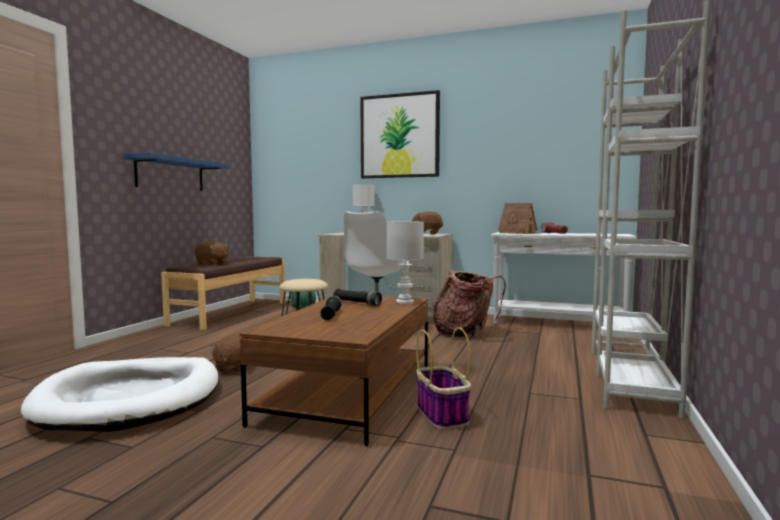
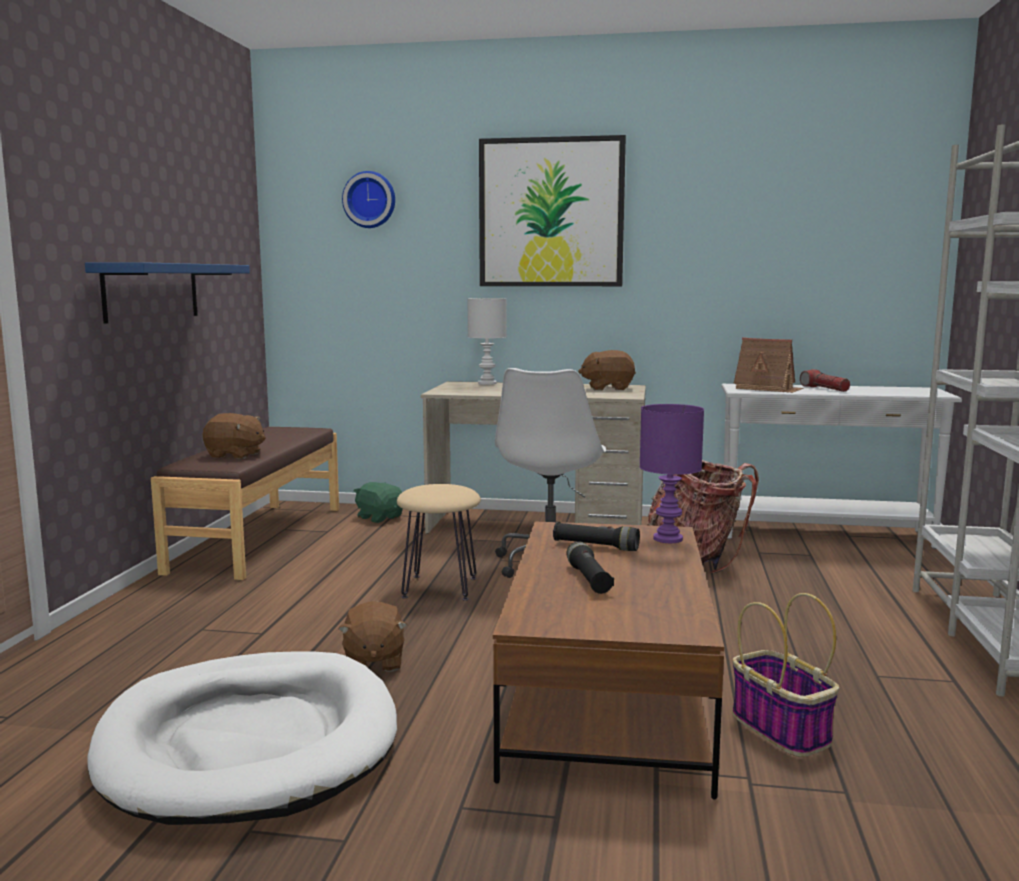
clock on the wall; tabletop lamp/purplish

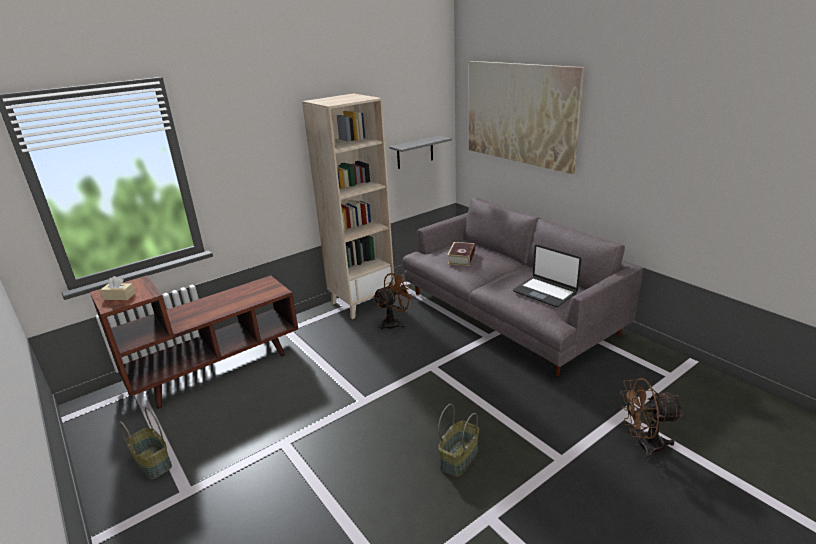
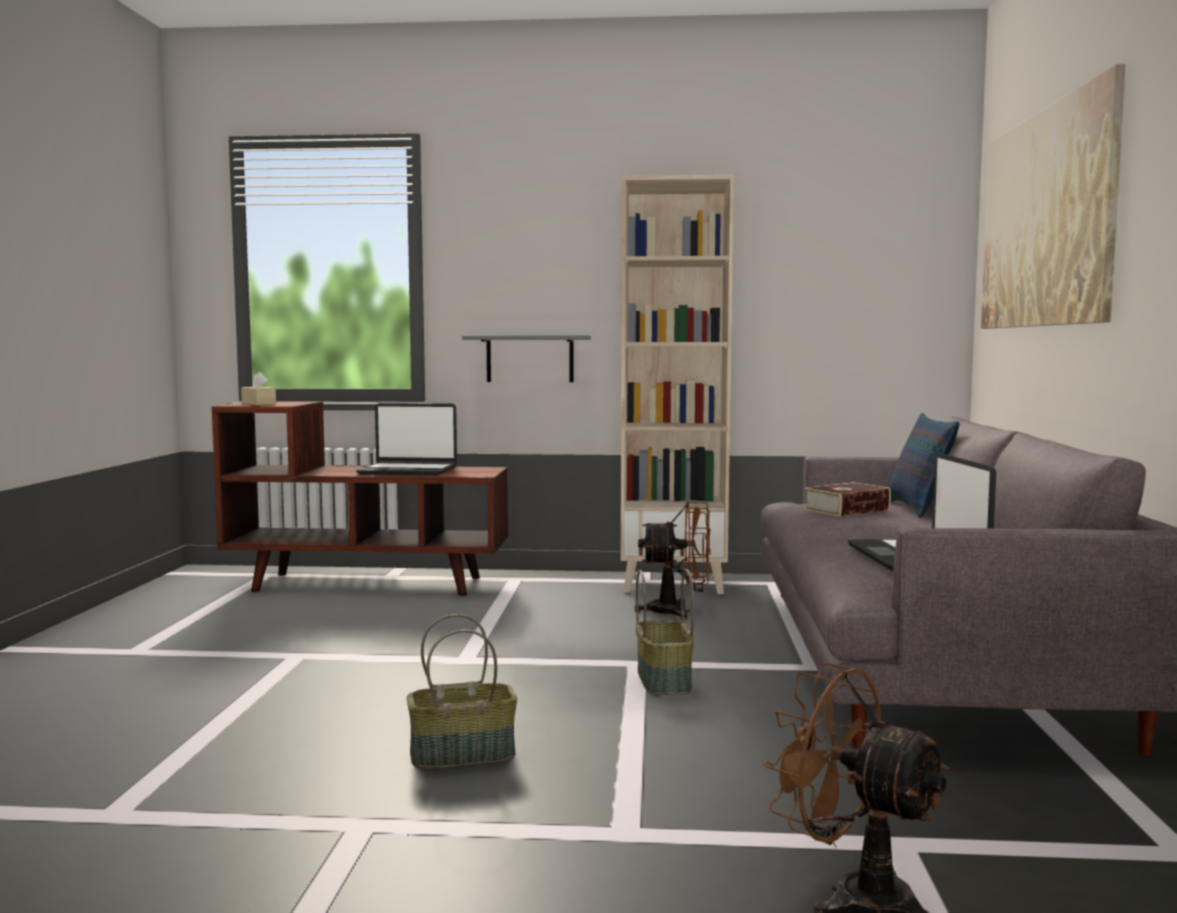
notebook computer (1st from left); throw pillow/bluish; household basket (2nd from left); bracket shelf/grey

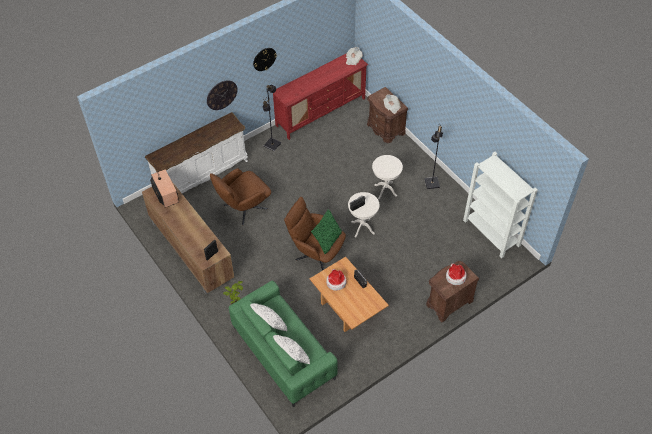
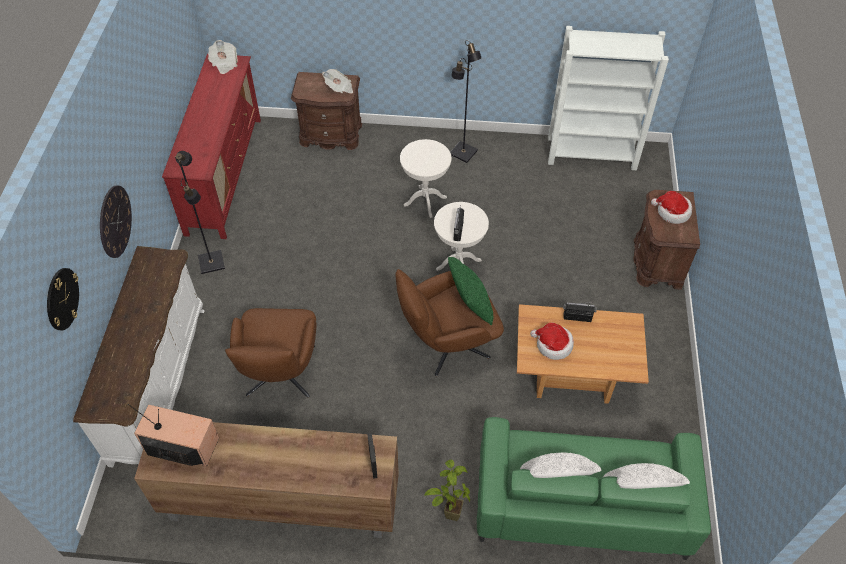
clock on the wall (1st from left)

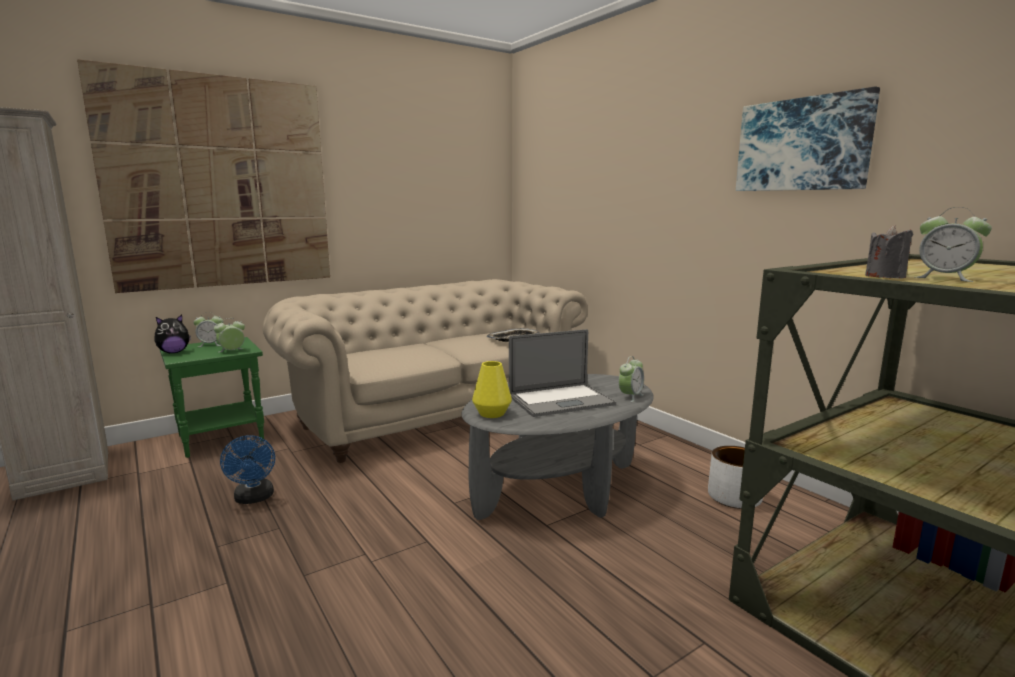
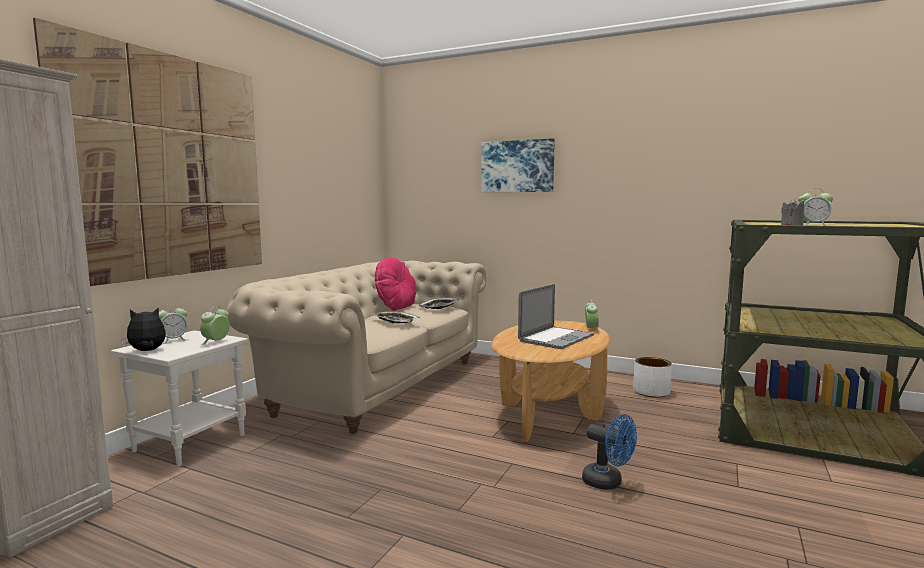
flower vase/yellow; carrying tray (1st from left); throw pillow/pink-coloured; fan/bluish; wall picture (2nd from left); accent table/white; lounge table/brown; soft toy

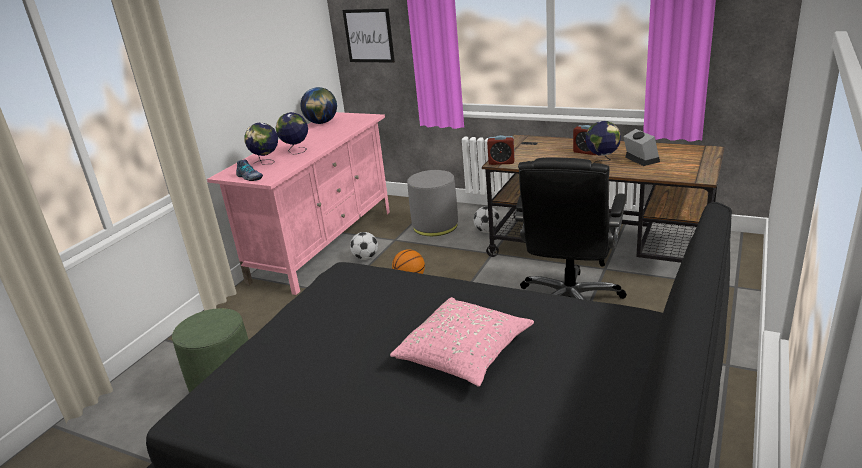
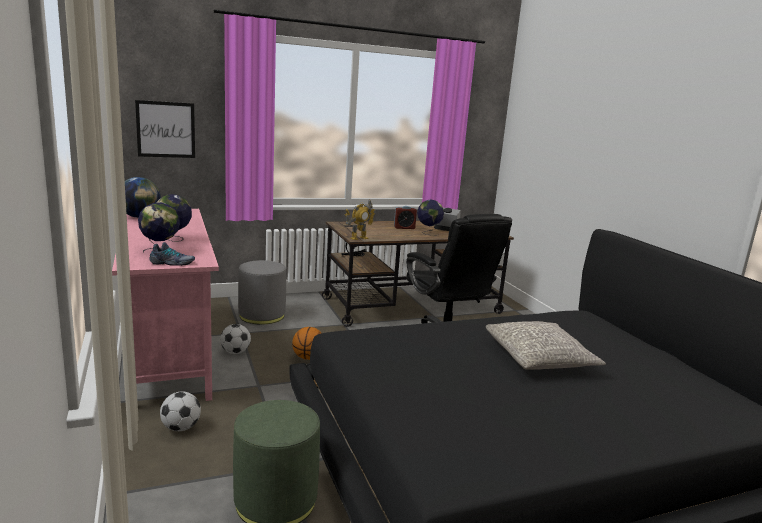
ball for football (1st from left); model robot; throw pillow/grey

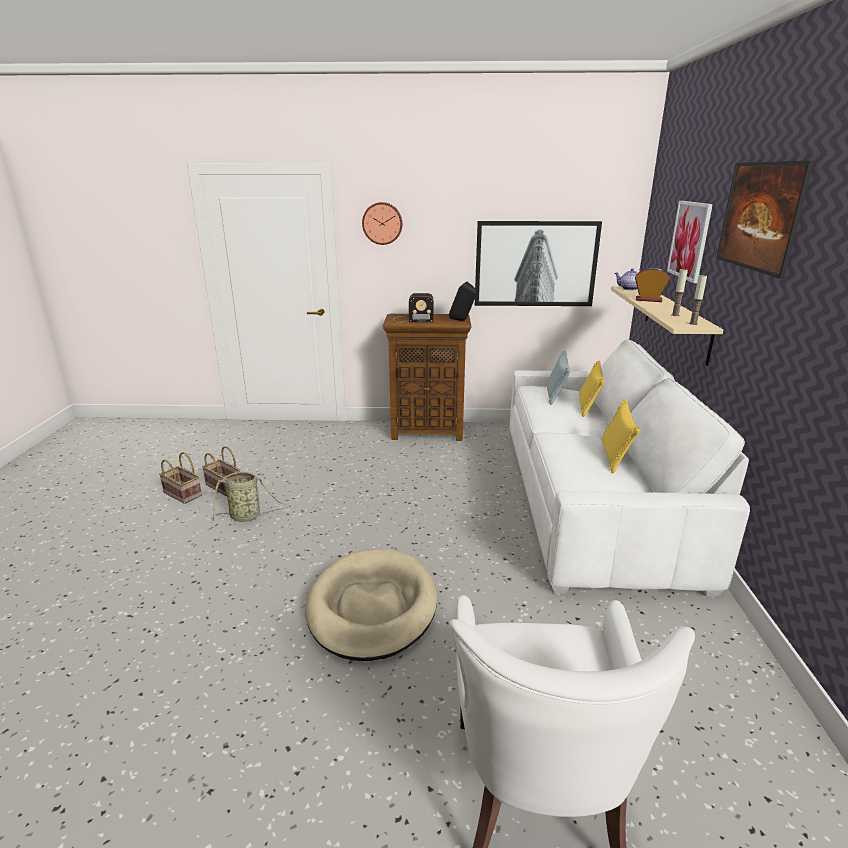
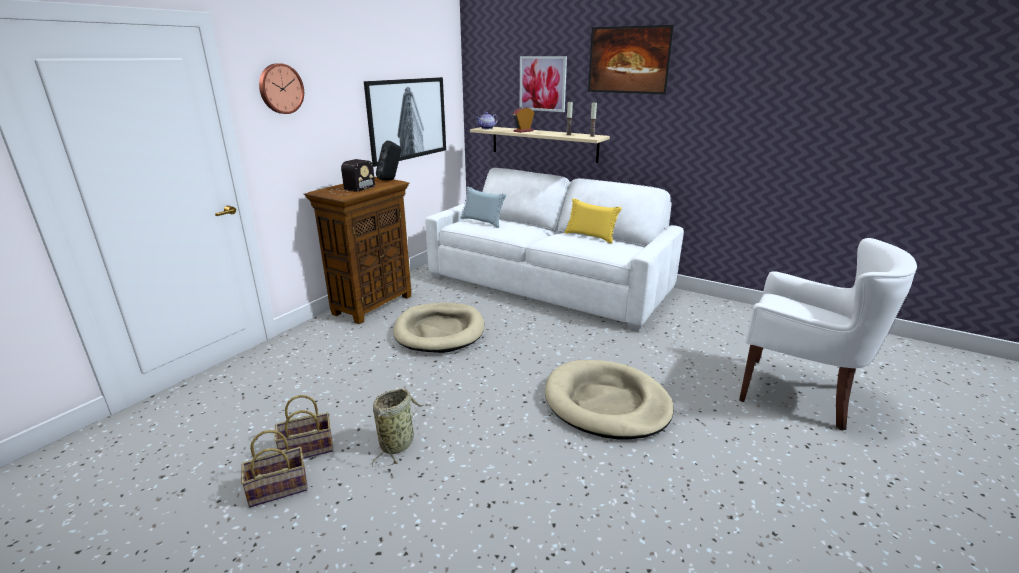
throw pillow/yellow (1st from left in the first image); dog cushion/beige-coloured (1st from left)

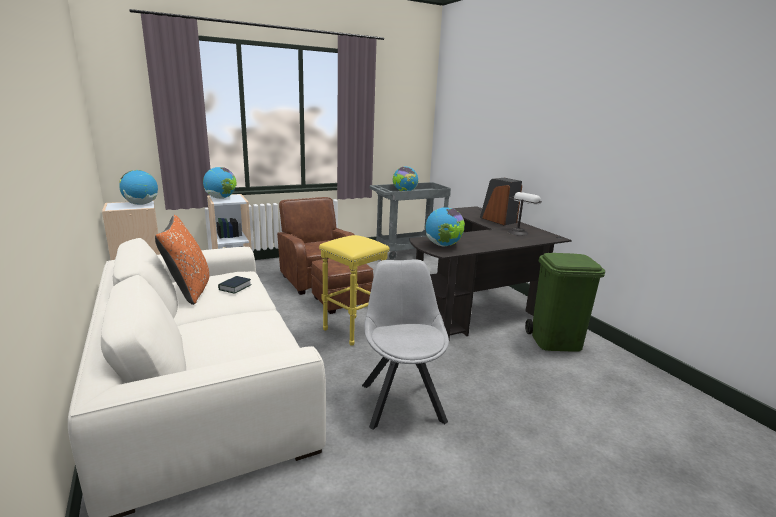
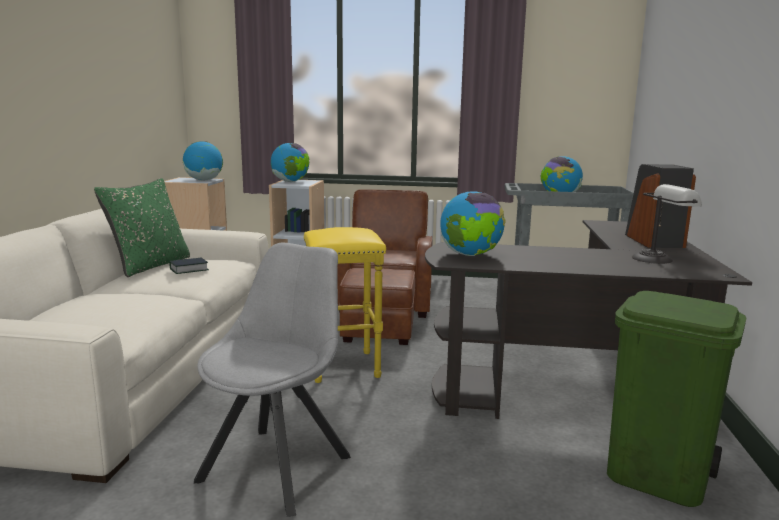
throw pillow/greenish

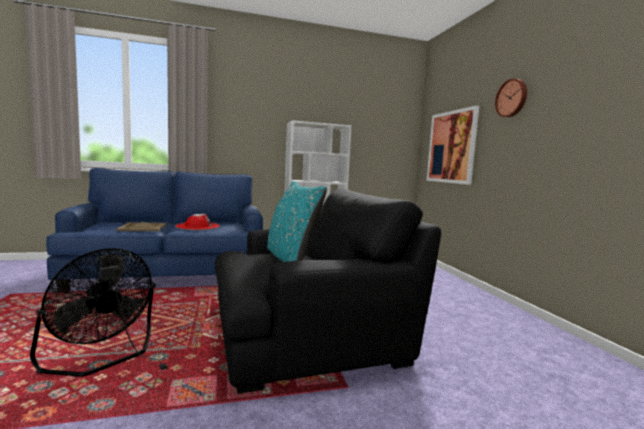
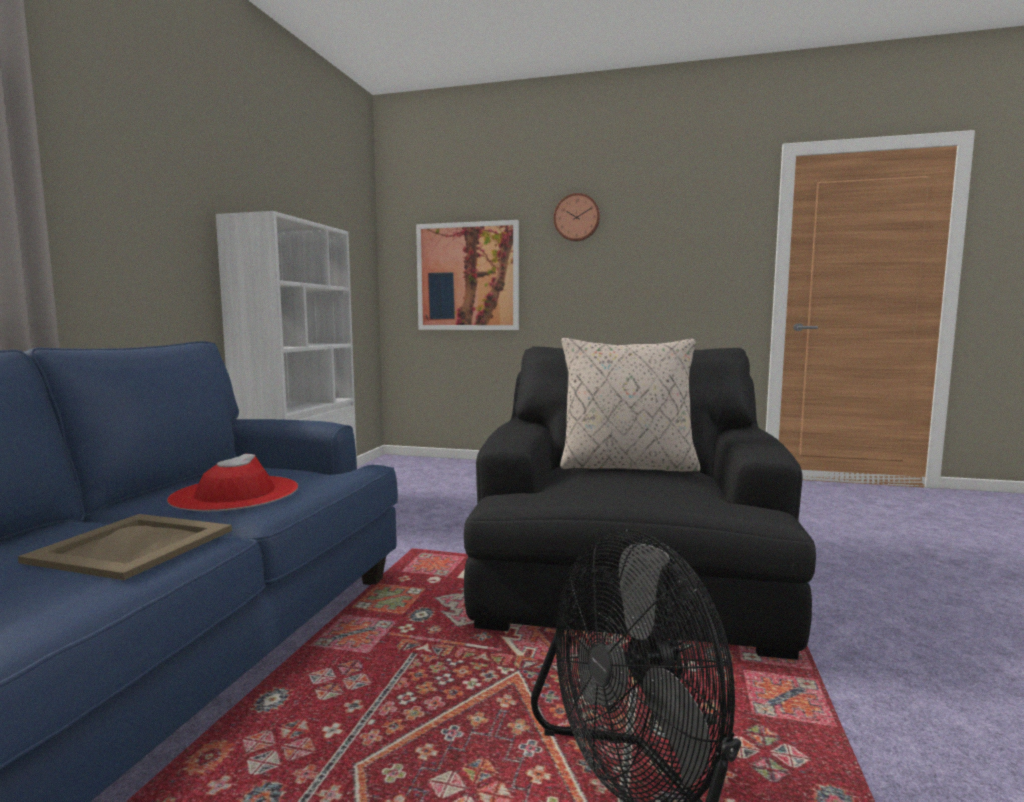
throw pillow/beige-coloured

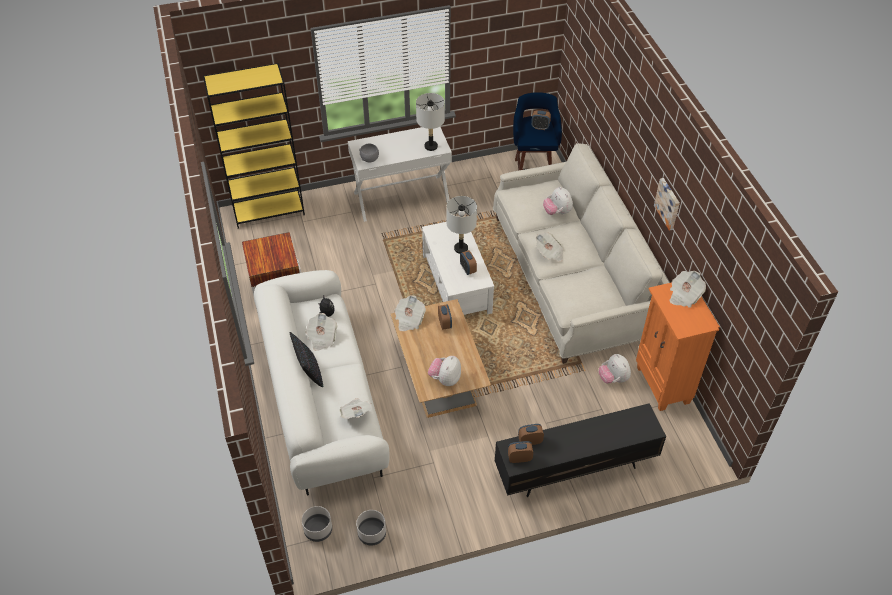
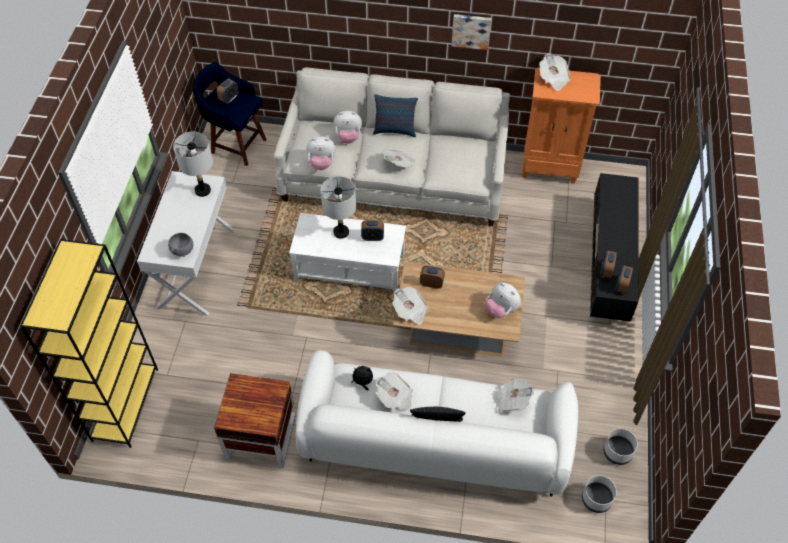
throw pillow/bluish; soft toy (1st from left)

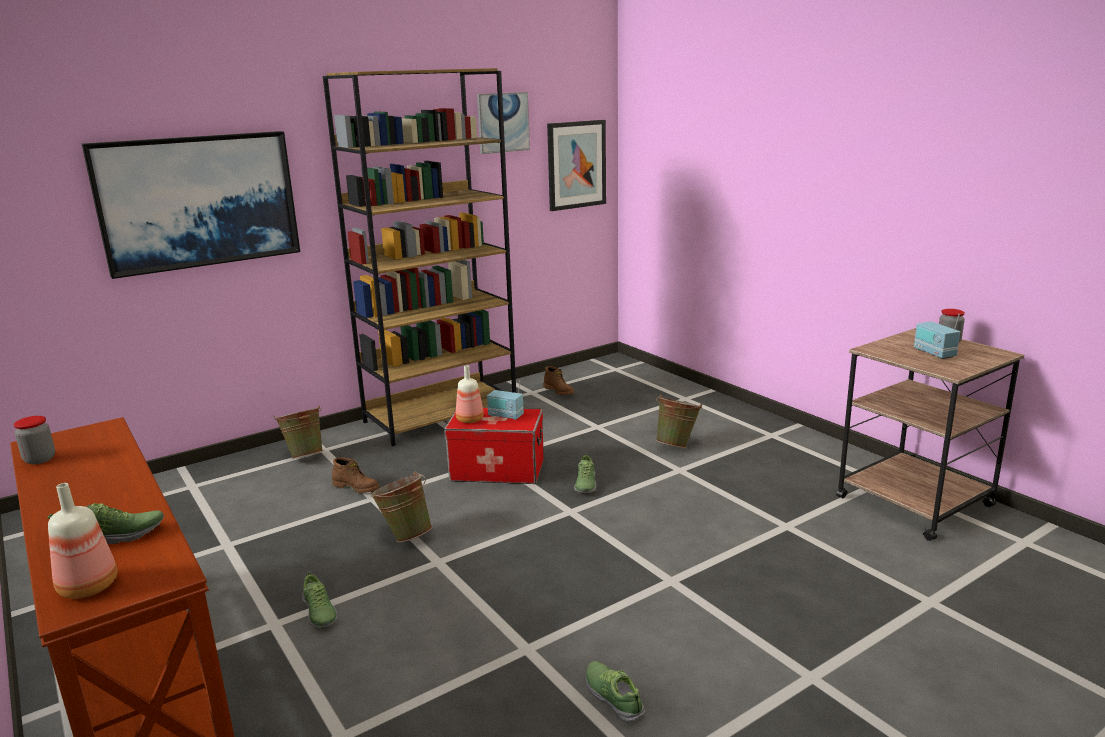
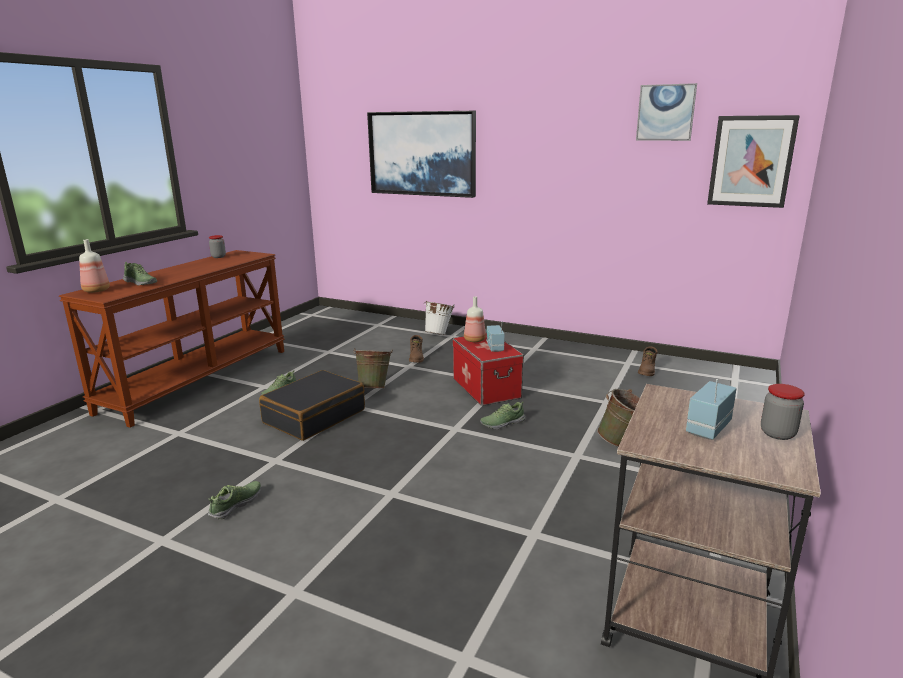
bookcase/brown; suitcase/black; water bucket/white

